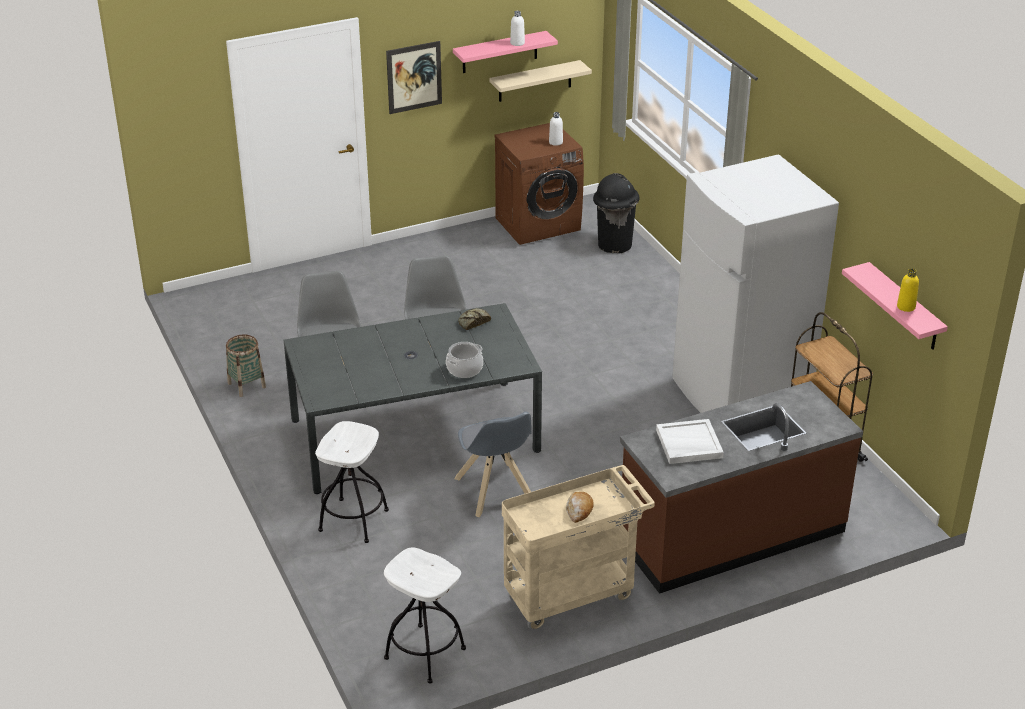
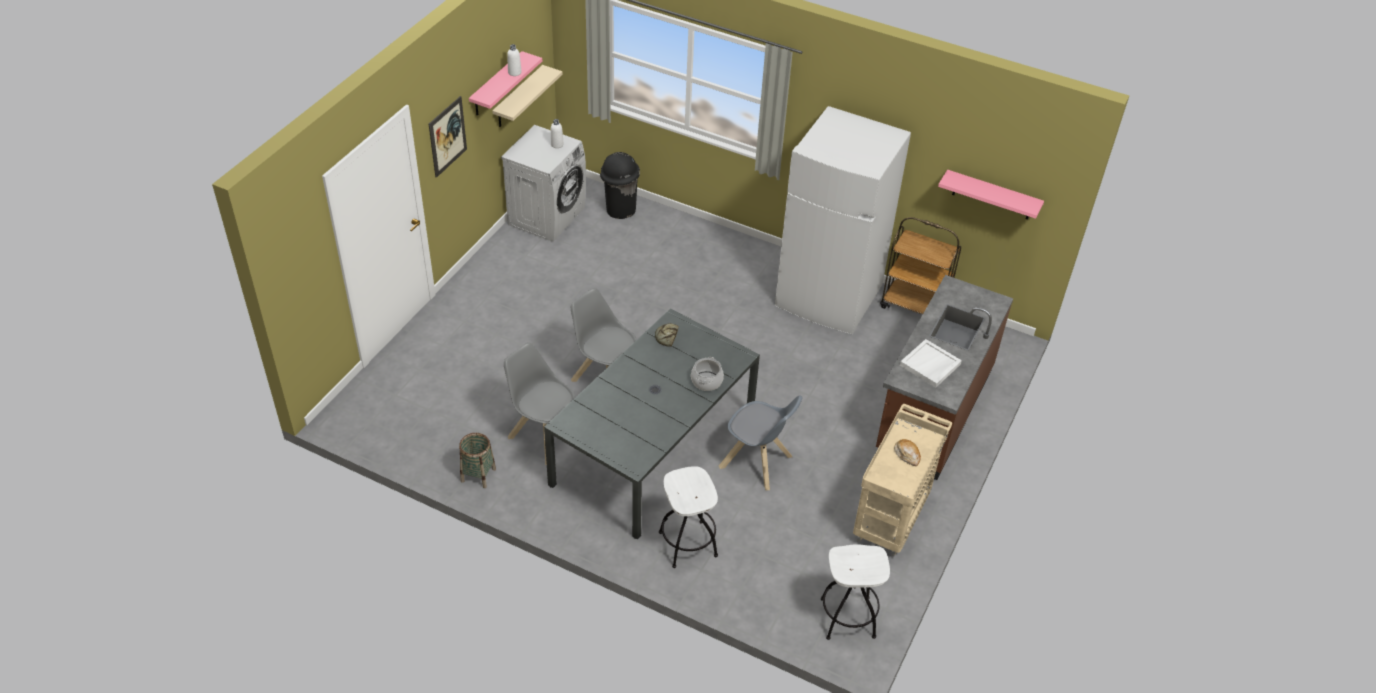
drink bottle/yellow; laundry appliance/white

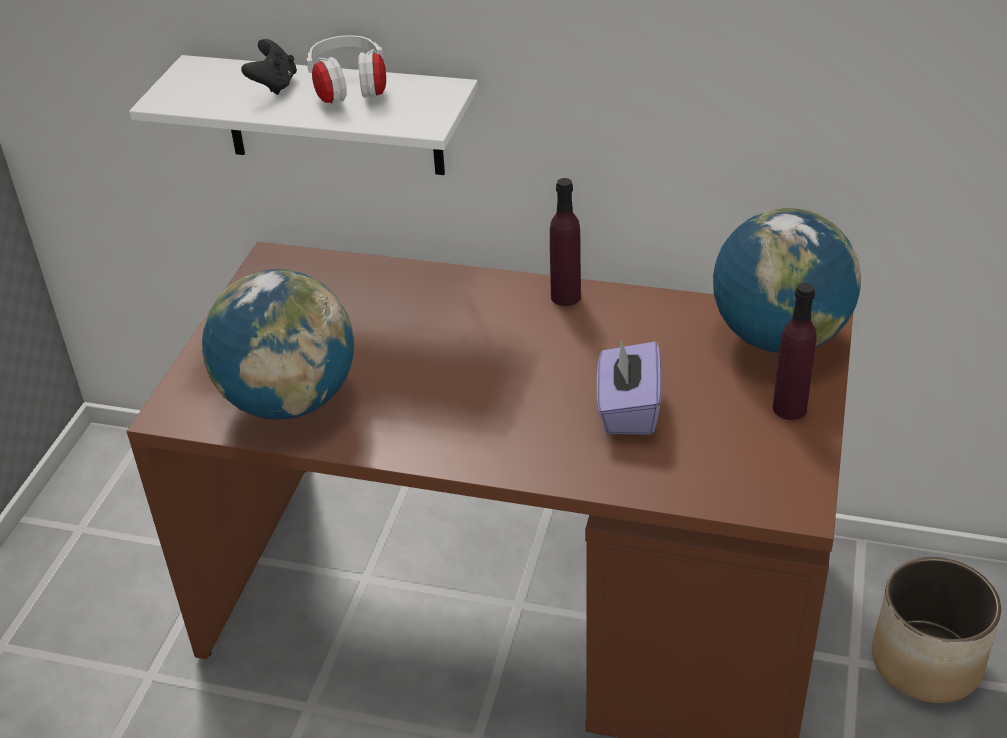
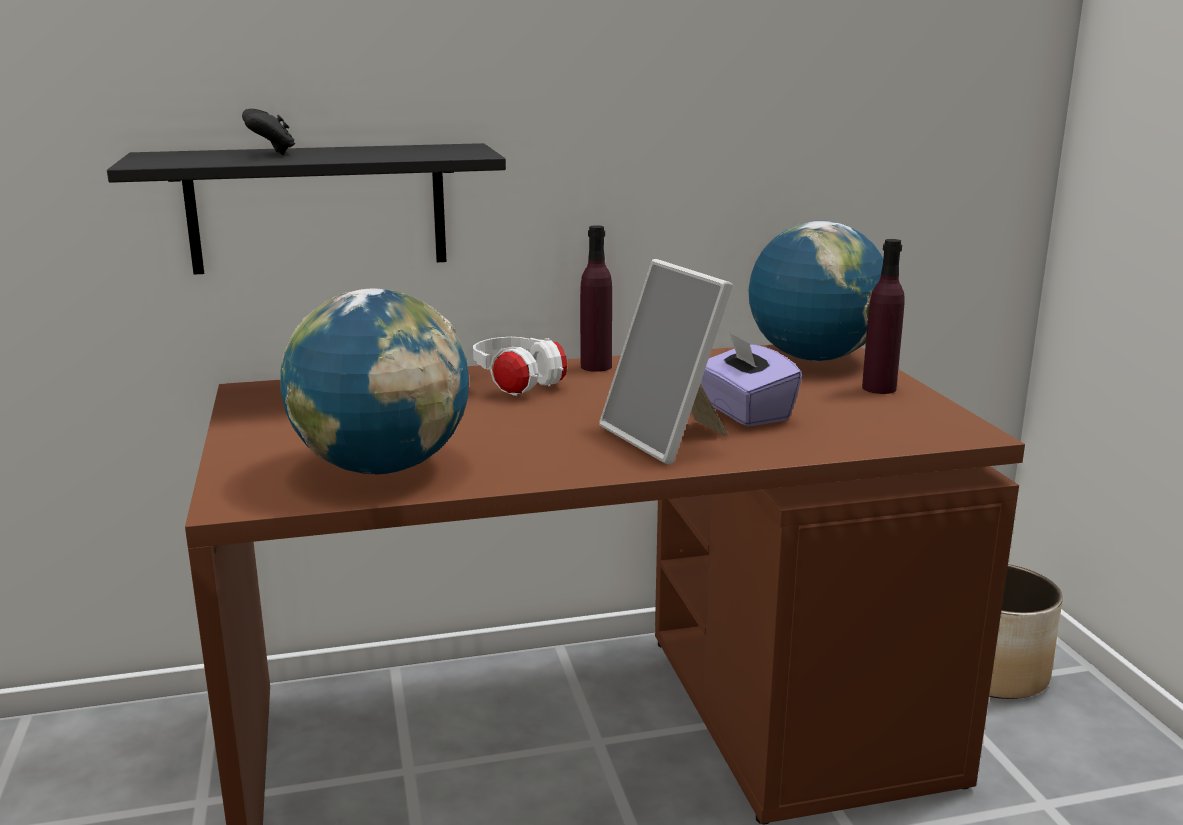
picture frame; pair of headphones/white; bracket shelf/black

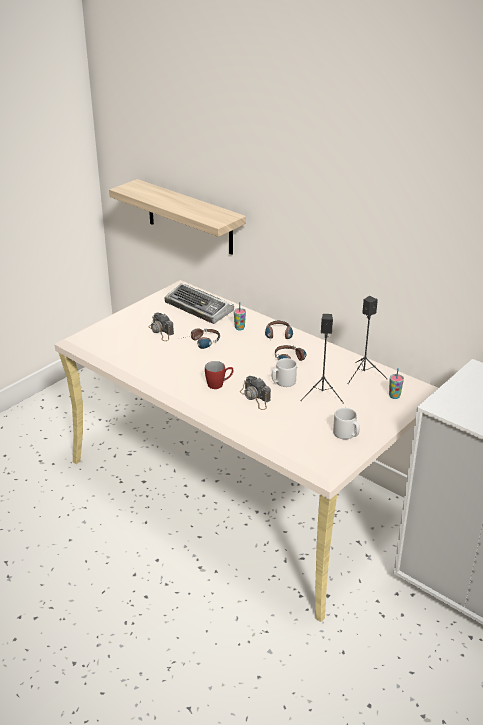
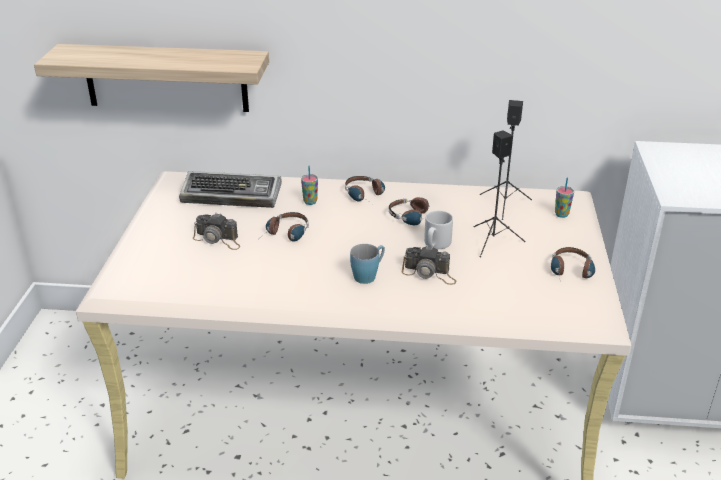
pair of headphones (4th from left); mug/bluish

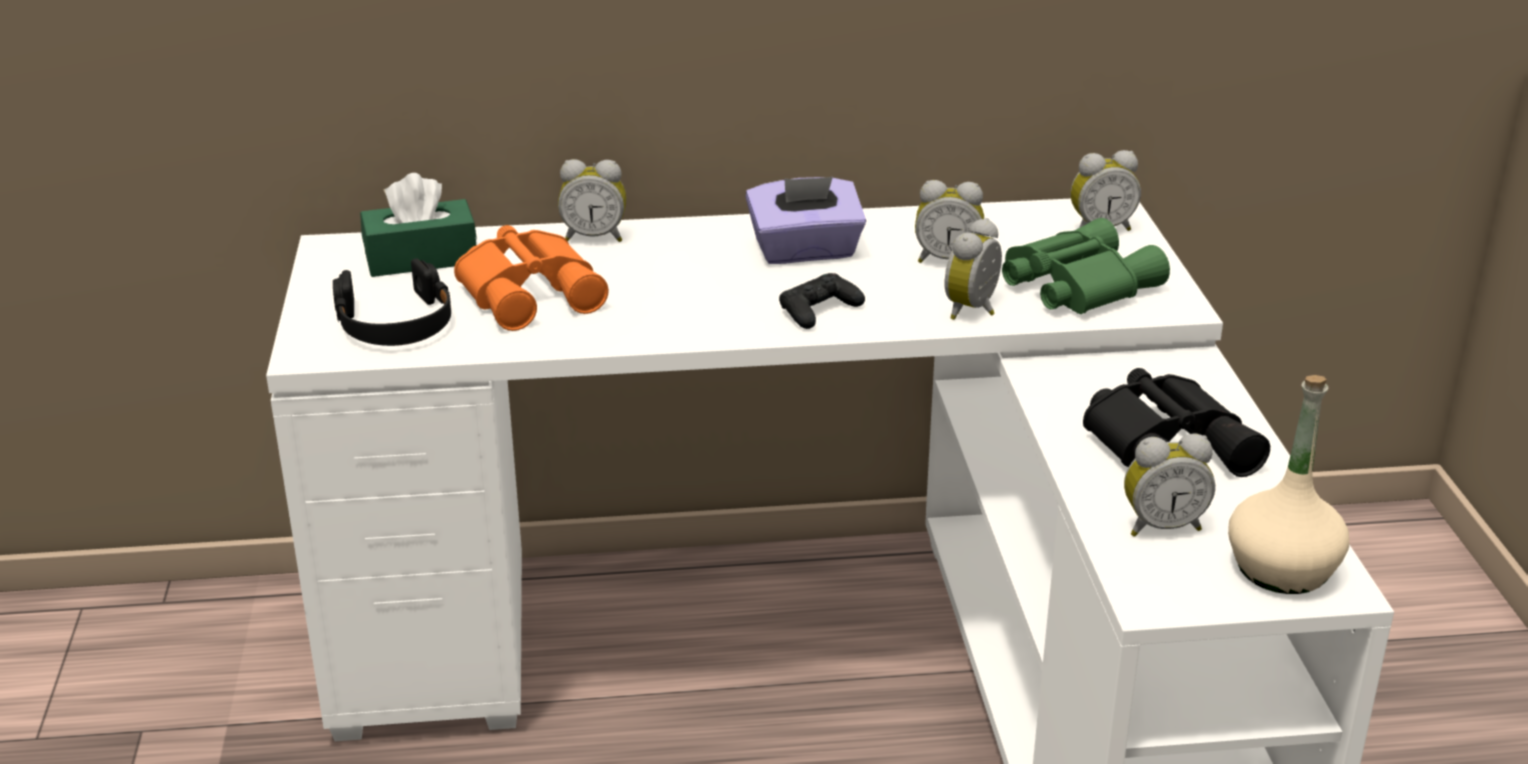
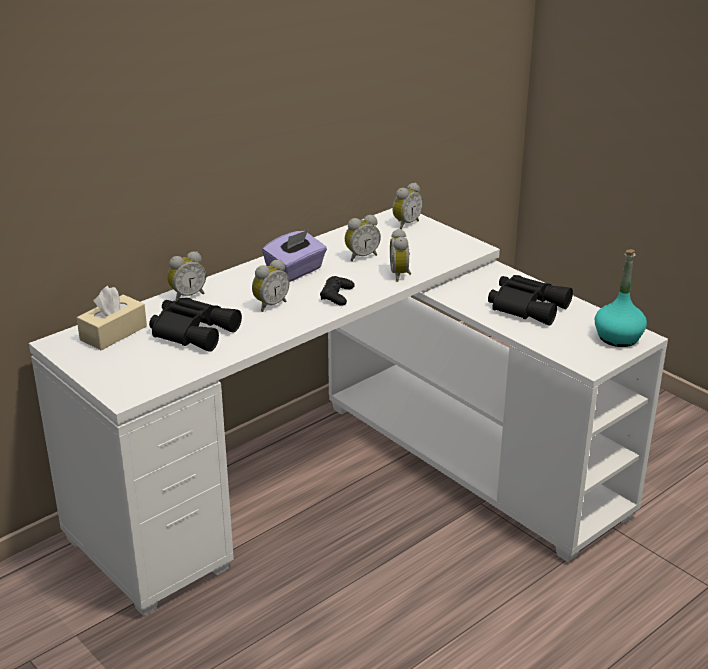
pair of headphones/black; pair of binoculars/greenish; bedside clock (2nd from left); box of tissues/beige-coloured; pair of binoculars/black (1st from left); drink bottle/turquoise-coloured

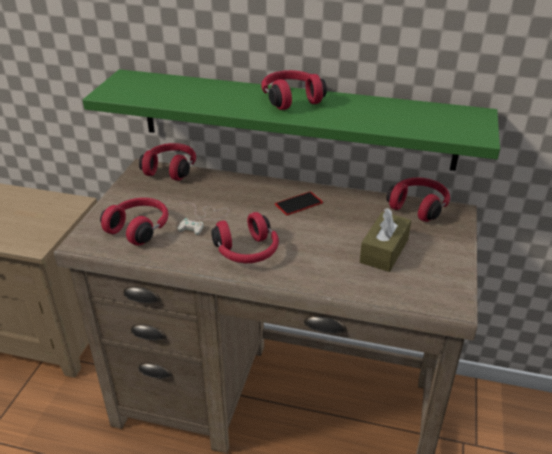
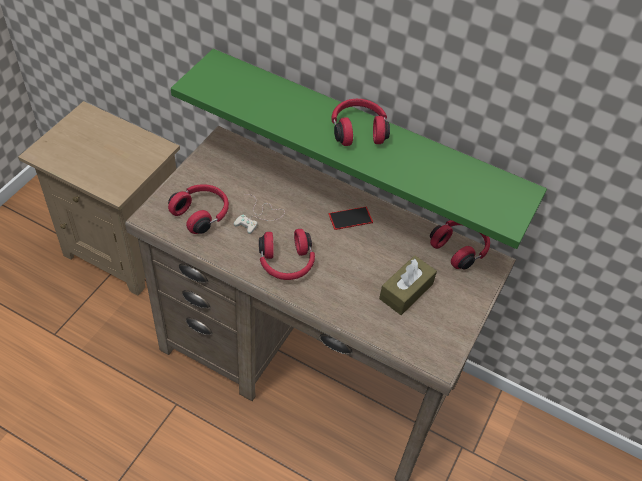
pair of headphones/red (2nd from left in the first image)

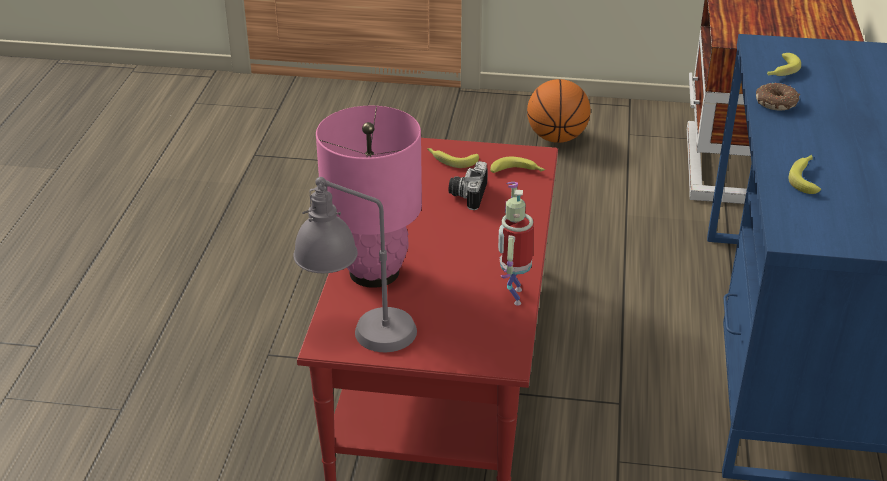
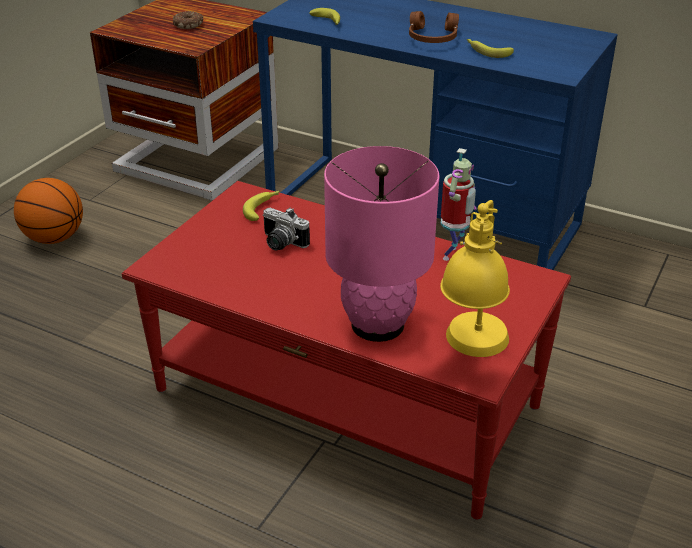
whole banana (1st from left in the first image); pair of headphones/brown; donut; tabletop lamp/yellow; model robot

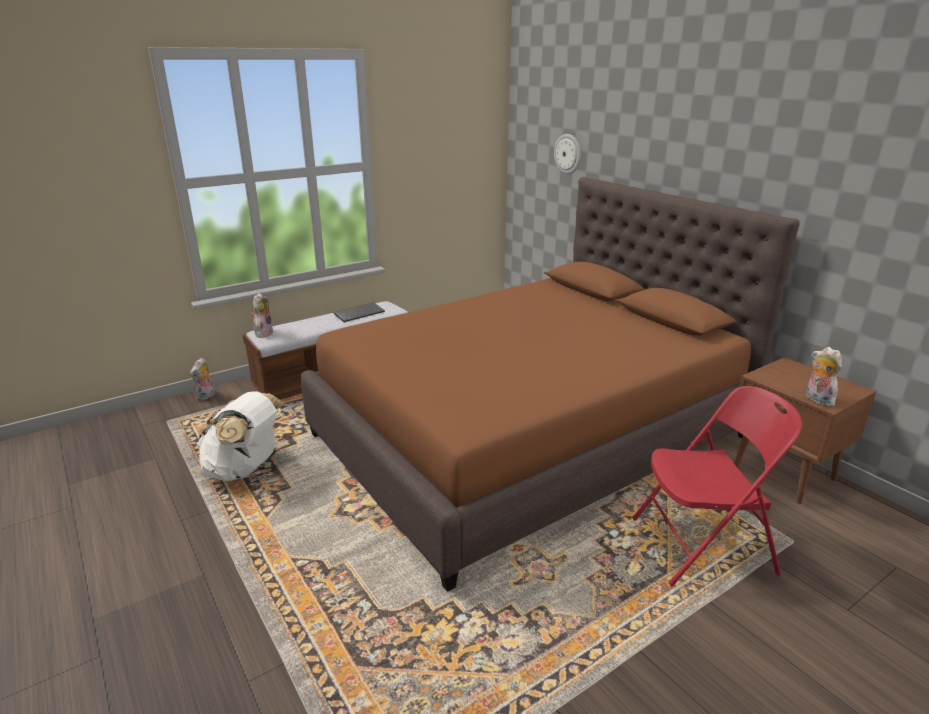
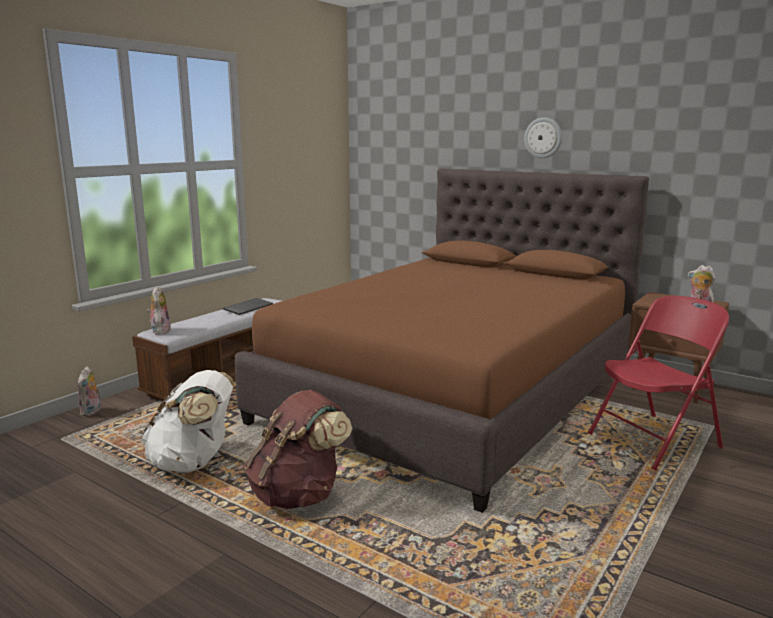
knapsack/brown; clock on the wall

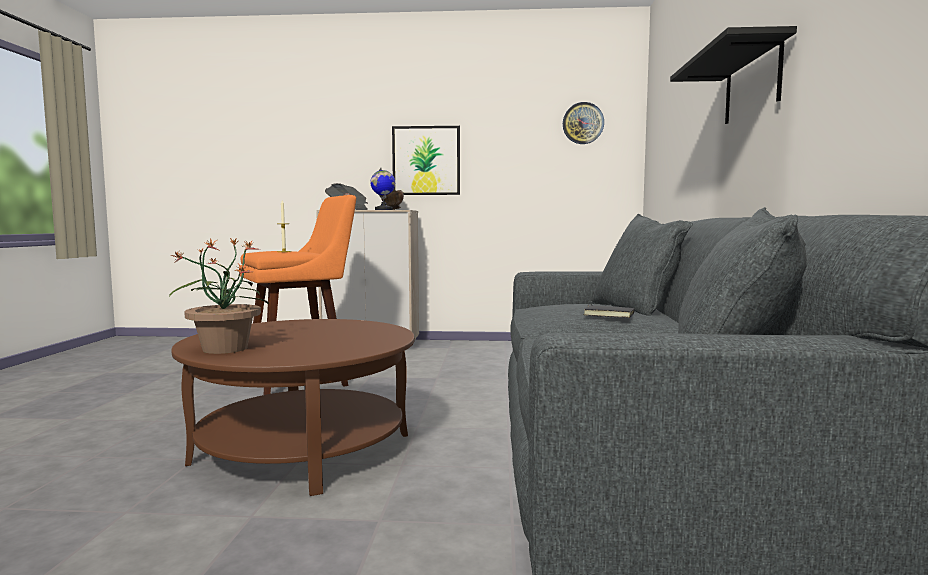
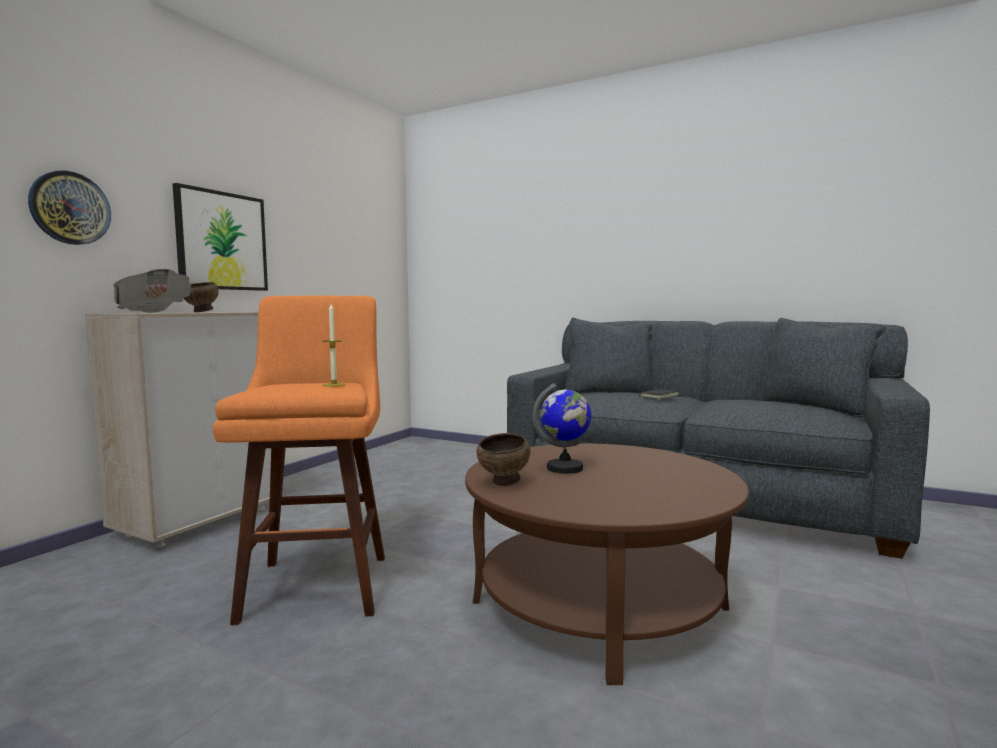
potted plant; bracket shelf/black; bowl/brown (2nd from left); desk globe; clock on the wall

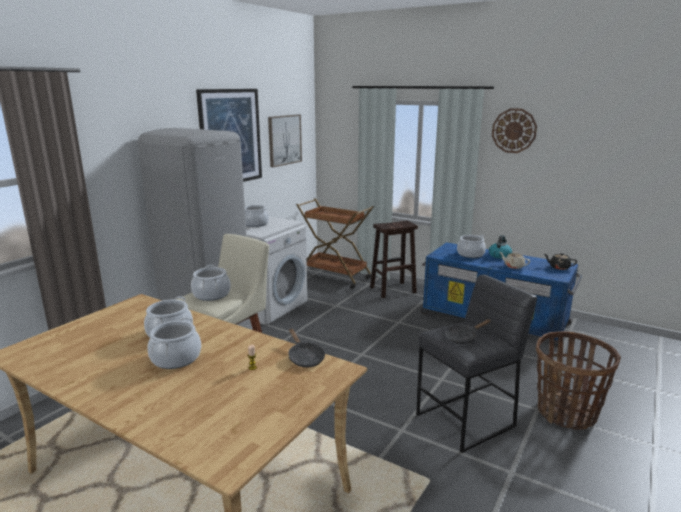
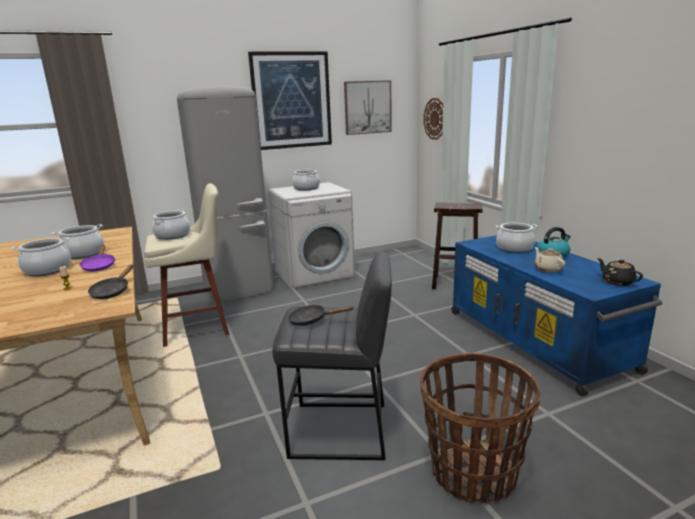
trolley/brown; frying pan/purplish; clock on the wall

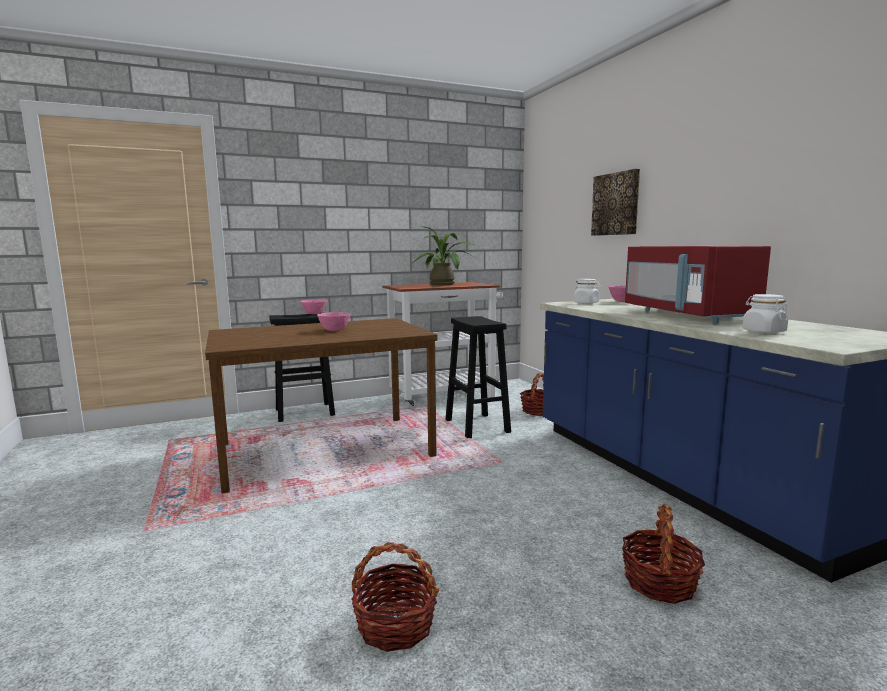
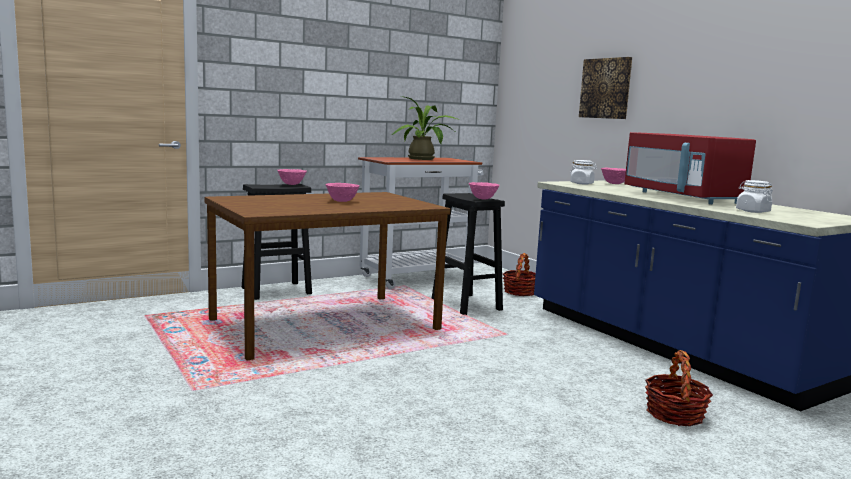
household basket (1st from left in the first image); bowl/pink-coloured (3rd from left)

